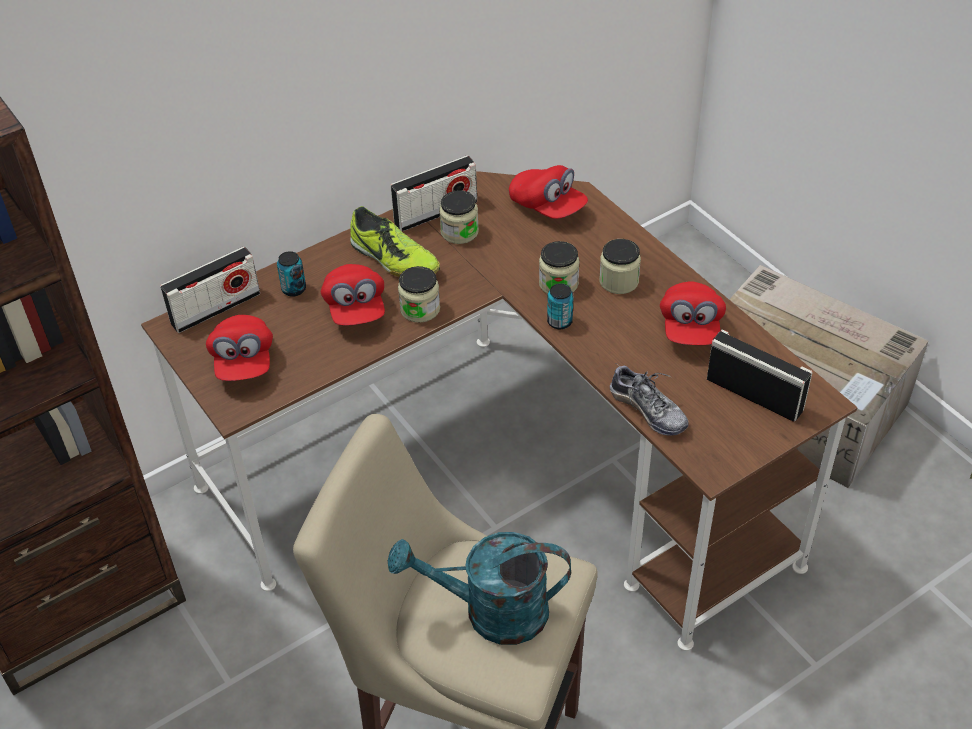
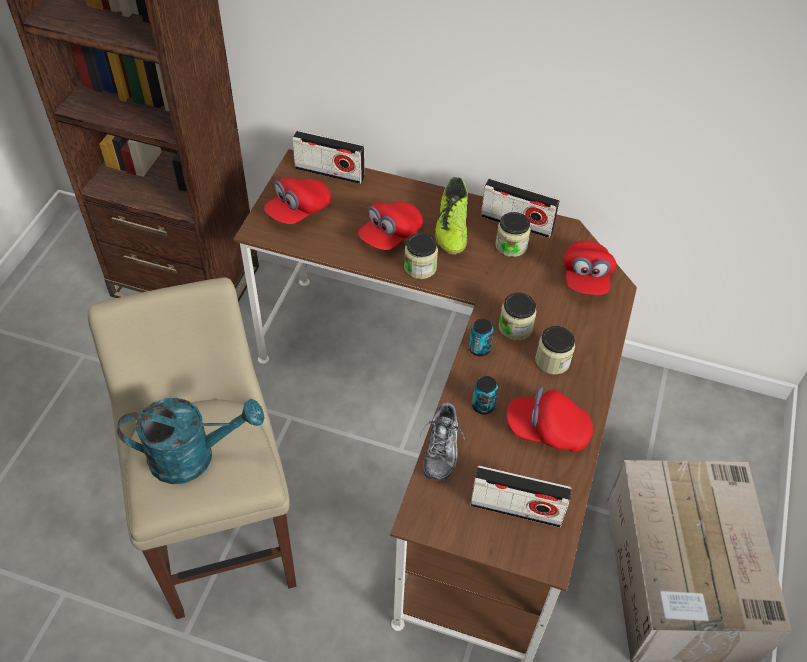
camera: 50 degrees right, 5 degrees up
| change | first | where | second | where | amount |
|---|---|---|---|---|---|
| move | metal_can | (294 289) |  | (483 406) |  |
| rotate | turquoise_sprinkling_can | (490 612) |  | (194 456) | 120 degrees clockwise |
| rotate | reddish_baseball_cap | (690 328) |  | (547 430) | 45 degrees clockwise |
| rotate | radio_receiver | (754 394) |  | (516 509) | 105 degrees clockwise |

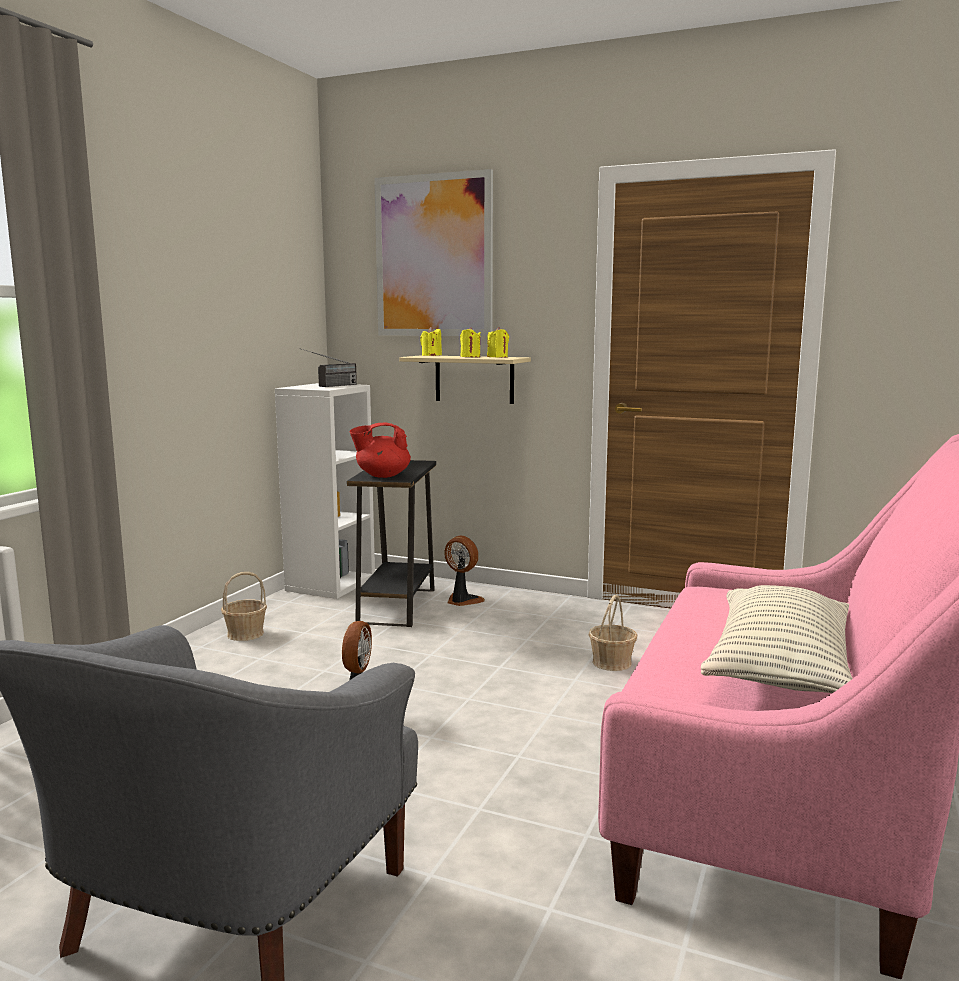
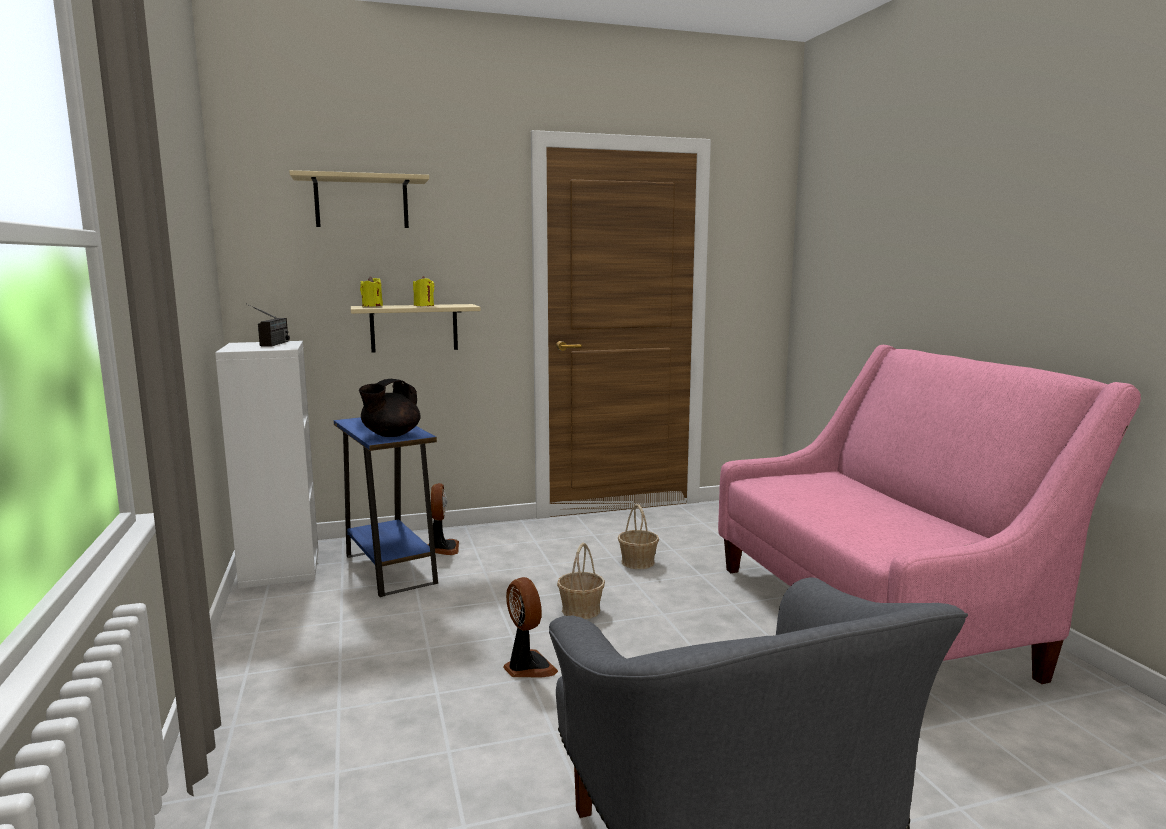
camera: 40 degrees left, 0 degrees up
| change | first | where | second | where | amount |
|---|---|---|---|---|---|
| delete | yellow_wax_light | (497 357) |  |  |  |
| delete | cushion | (779 668) |  |  |  |
| move | storage_basket | (245 634) |  | (580 610) |  |
| replace | wall_art | (434 256) | beige_shelf | (361 202) |  |
| recolor | black_end_table | (397 606) | blue-coloured_end_table | (390 569) |  |
| recolor | reddish_pot_for_tea | (382 475) | black_pot_for_tea | (390 435) |  |
| rotate | cooling_fan | (462 601) |  | (442 548) | 90 degrees clockwise |

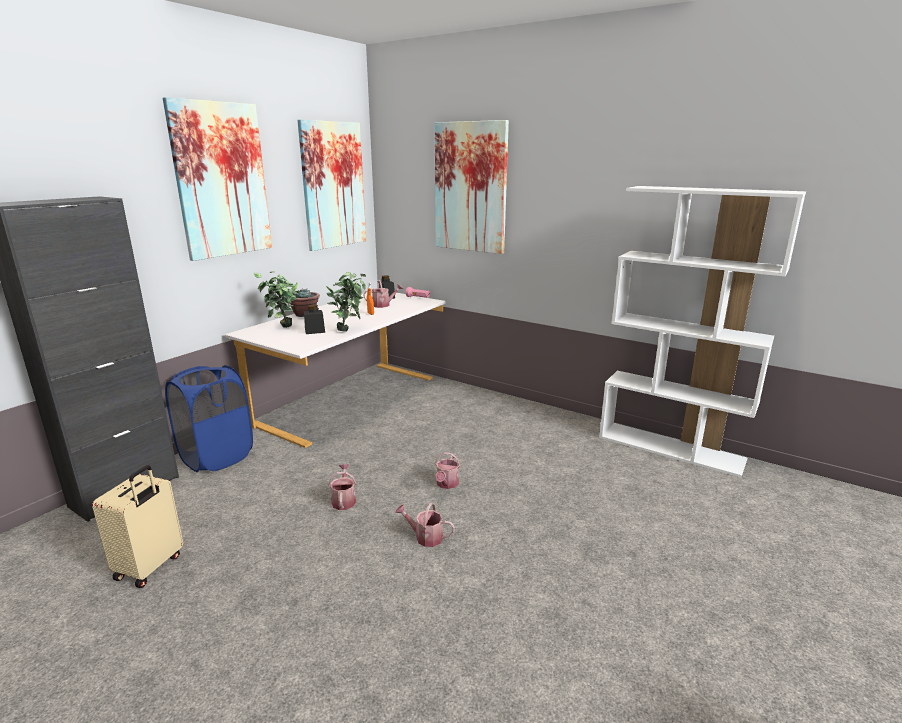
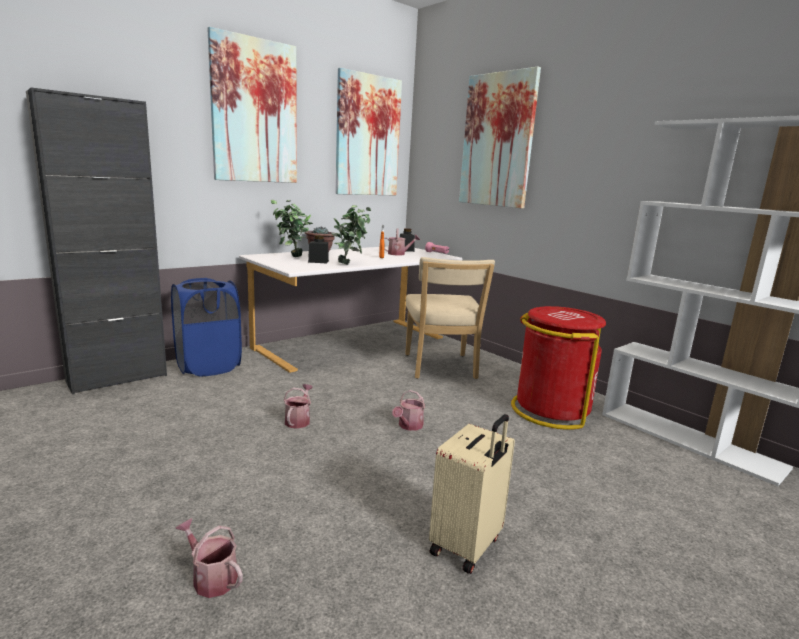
camera: 15 degrees right, 5 degrees down
| change | first | where | second | where | amount |
|---|---|---|---|---|---|
| insert |  |  | beige_upright_chair | (440 368) |  |
| insert |  |  | reddish_rubbish_bin | (550 410) |  |
| move | beige_piece_of_luggage | (150 567) |  | (467 546) |  |
| move | sprinkling_can | (425 537) |  | (211 577) |  |

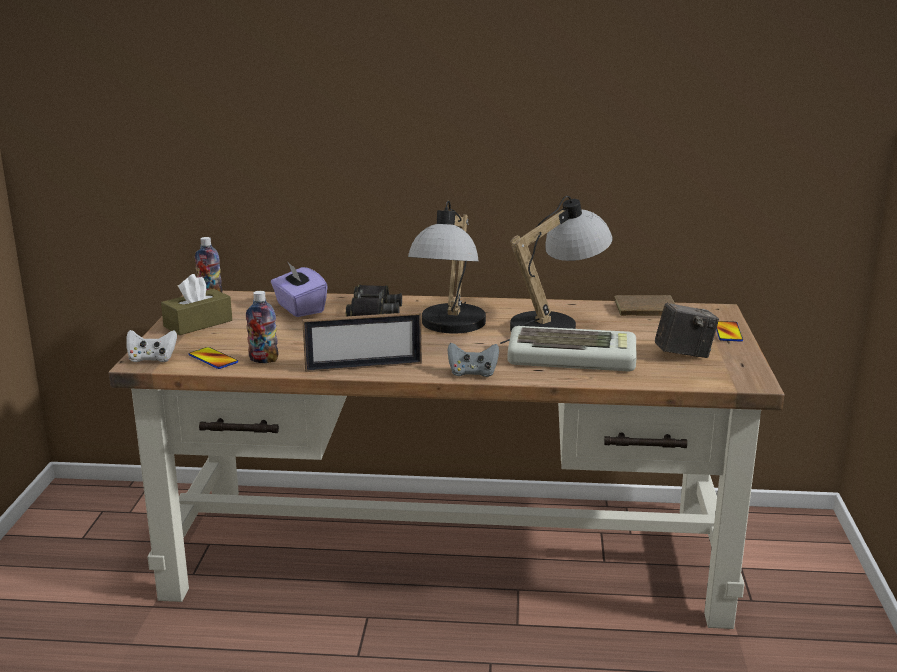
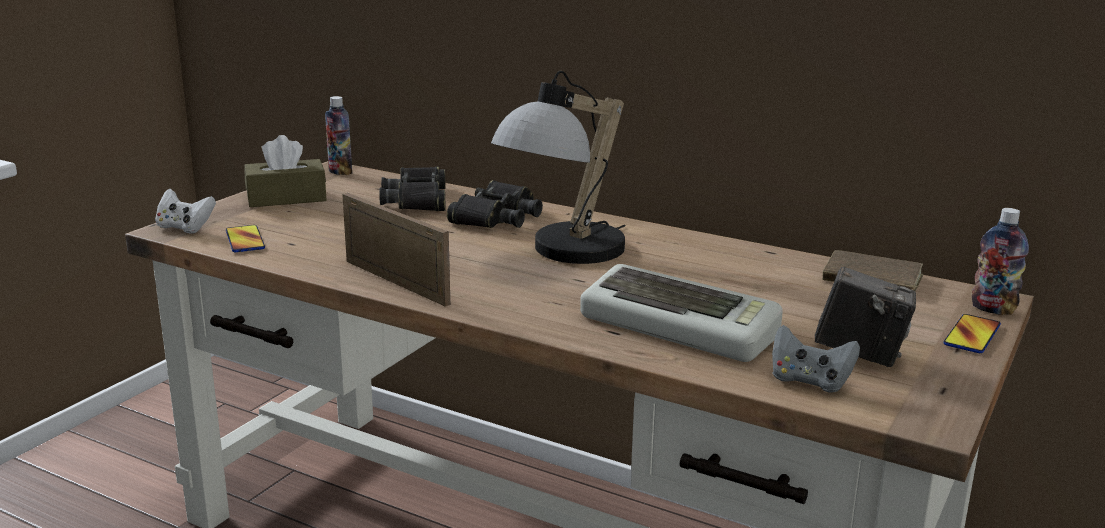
camera: 25 degrees right, 0 degrees up
| change | first | where | second | where | amount |
|---|---|---|---|---|---|
| delete | lamp_for_a_table | (555 325) |  |  |  |
| move | bottle | (263 360) |  | (993 309) |  |
| move | gray_game_controller | (472 373) |  | (809 381) |  |
| replace | purple_box_of_tissues | (299 308) | black_binoculars | (417 200) |  |
| rotate | photo_frame | (363 366) |  | (396 282) | 150 degrees counterclockwise |

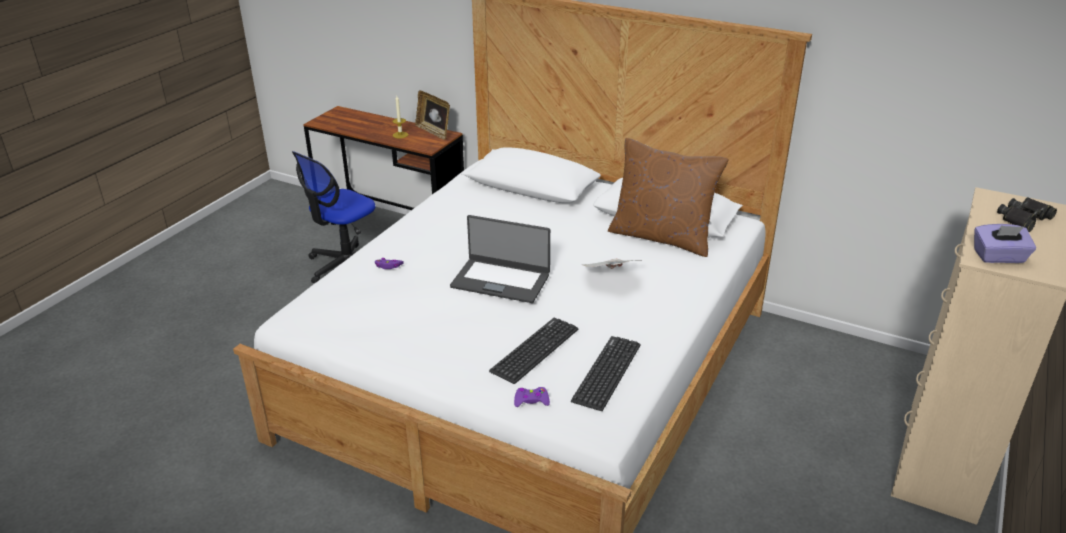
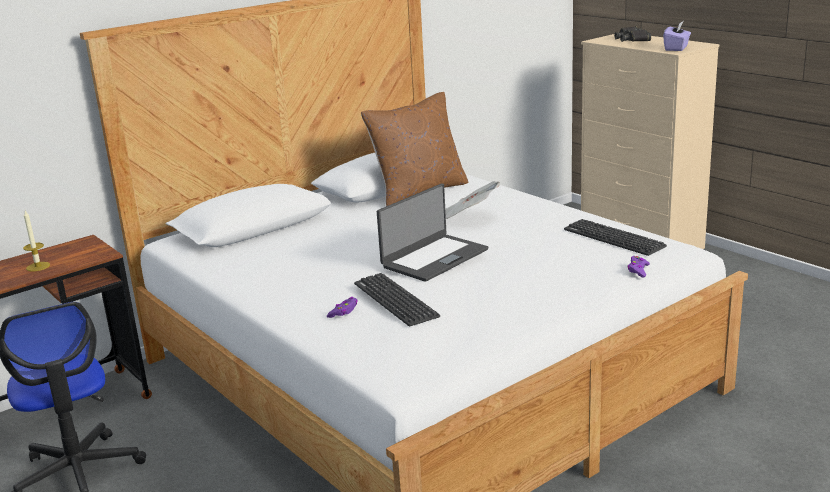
camera: 65 degrees left, 10 degrees down
| change | first | where | second | where | amount |
|---|---|---|---|---|---|
| delete | photo_frame | (434 132) |  |  |  |
| move | computer_keyboard | (535 350) |  | (395 300) |  |

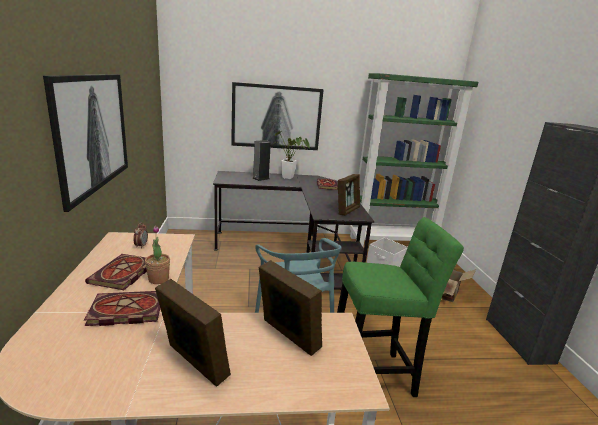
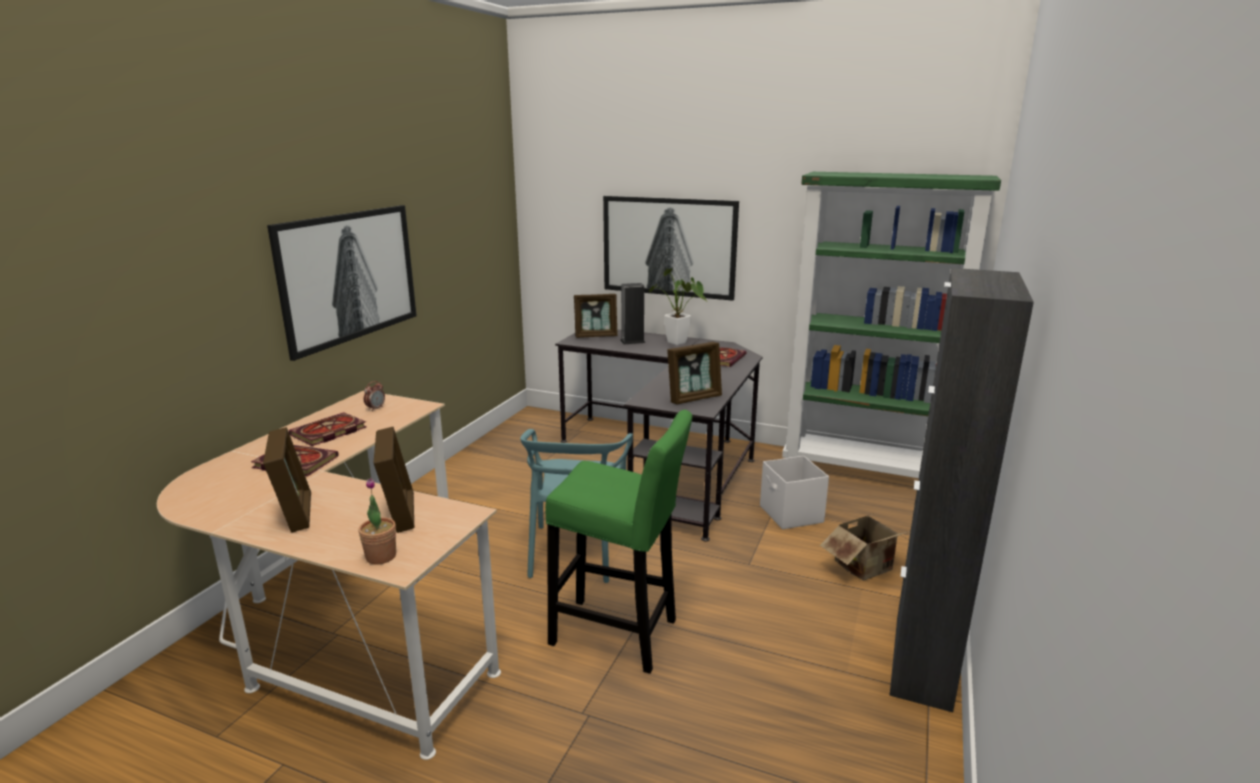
camera: 30 degrees right, 0 degrees up
| change | first | where | second | where | amount |
|---|---|---|---|---|---|
| insert |  |  | photo_frame | (596 336) |  |
| move | potted_plant | (158 279) |  | (381 556) |  |

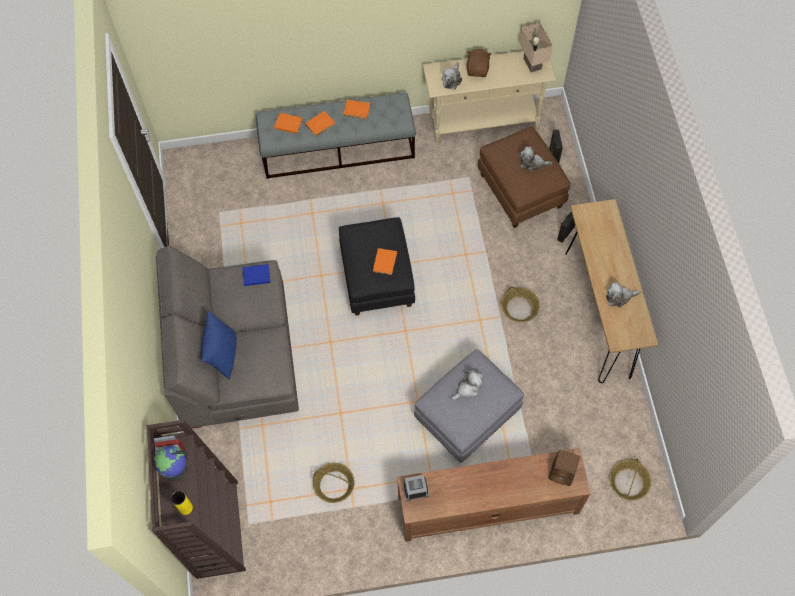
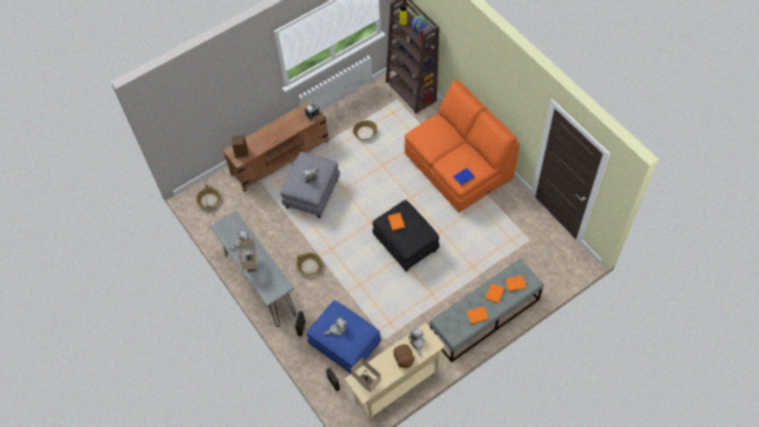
camera: 155 degrees right, 5 degrees down
| change | first | where | second | where | amount |
|---|---|---|---|---|---|
| delete | blue-coloured_cushion | (223 355) |  |  |  |
| insert |  |  | beige_lamp_for_a_table | (252 265) |  |
| recolor | gray_settee | (237 356) | orange-coloured_settee | (458 167) |  |
| recolor | brown_footrest | (521 190) | blue-coloured_footrest | (344 346) |  |
| recolor | brown_hall_table | (597 313) | gray_hall_table | (260 285) |  |

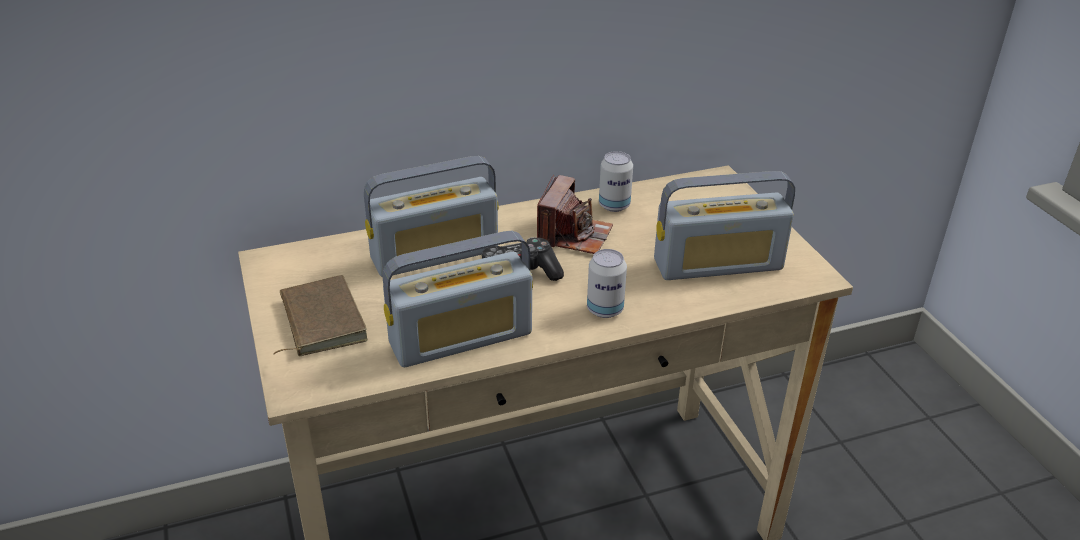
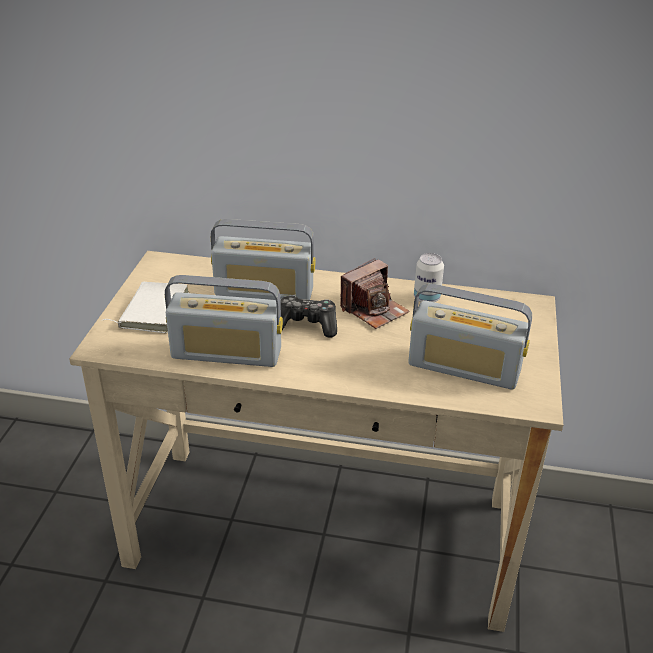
camera: 30 degrees right, 0 degrees up
| change | first | where | second | where | amount |
|---|---|---|---|---|---|
| delete | metal_can | (605 310) |  |  |  |
| recolor | brown_bound_book | (319 321) | white-coloured_bound_book | (152 310) |  |

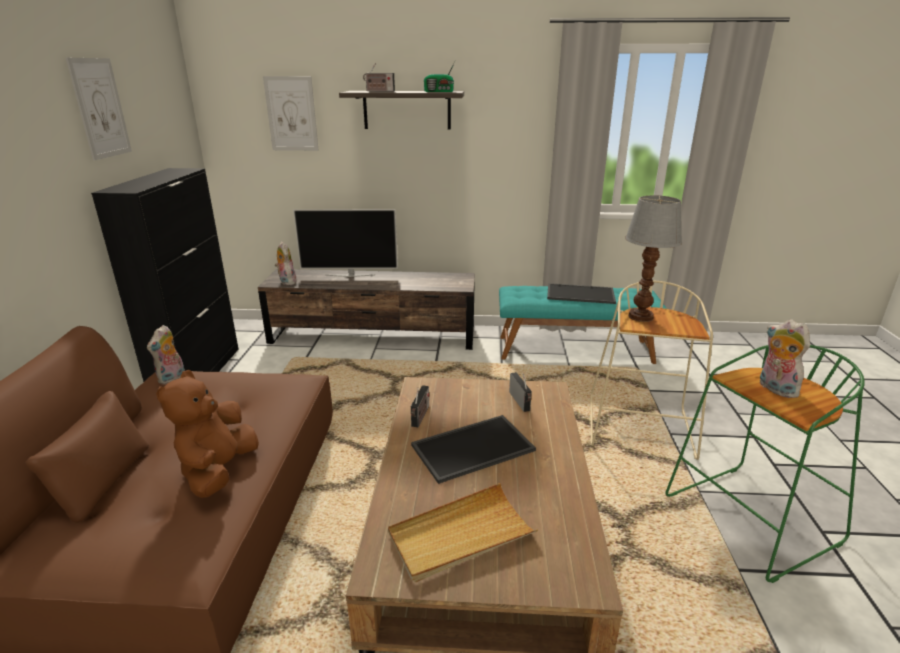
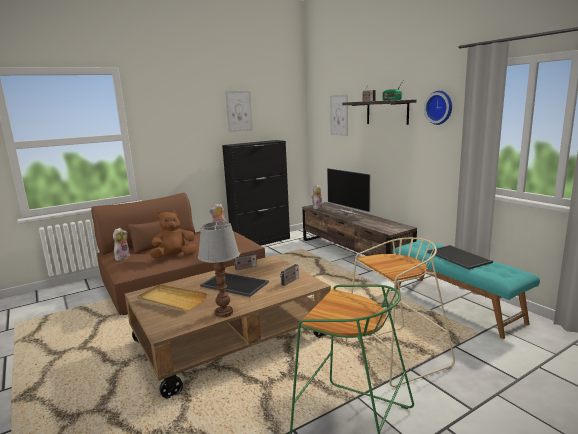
camera: 55 degrees right, 10 degrees down
| change | first | where | second | where | amount |
|---|---|---|---|---|---|
| insert |  |  | hanging_clock | (440 107) |  |
| move | lamp_for_a_table | (640 316) |  | (224 312) |  |
| move | cuddly_toy | (774 389) |  | (122 257) |  |

